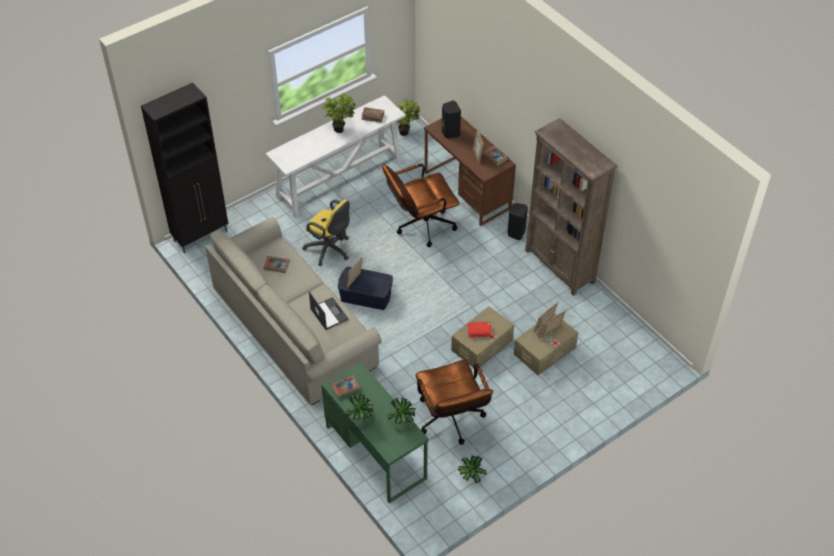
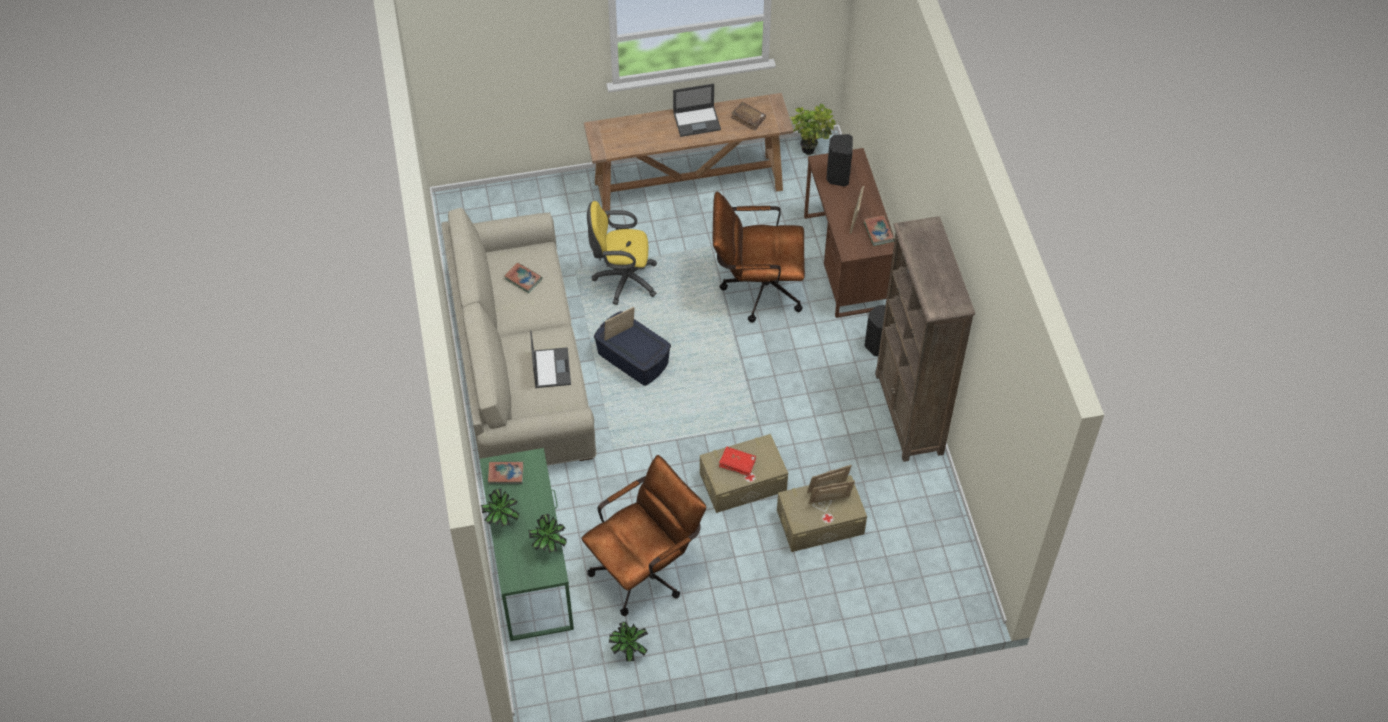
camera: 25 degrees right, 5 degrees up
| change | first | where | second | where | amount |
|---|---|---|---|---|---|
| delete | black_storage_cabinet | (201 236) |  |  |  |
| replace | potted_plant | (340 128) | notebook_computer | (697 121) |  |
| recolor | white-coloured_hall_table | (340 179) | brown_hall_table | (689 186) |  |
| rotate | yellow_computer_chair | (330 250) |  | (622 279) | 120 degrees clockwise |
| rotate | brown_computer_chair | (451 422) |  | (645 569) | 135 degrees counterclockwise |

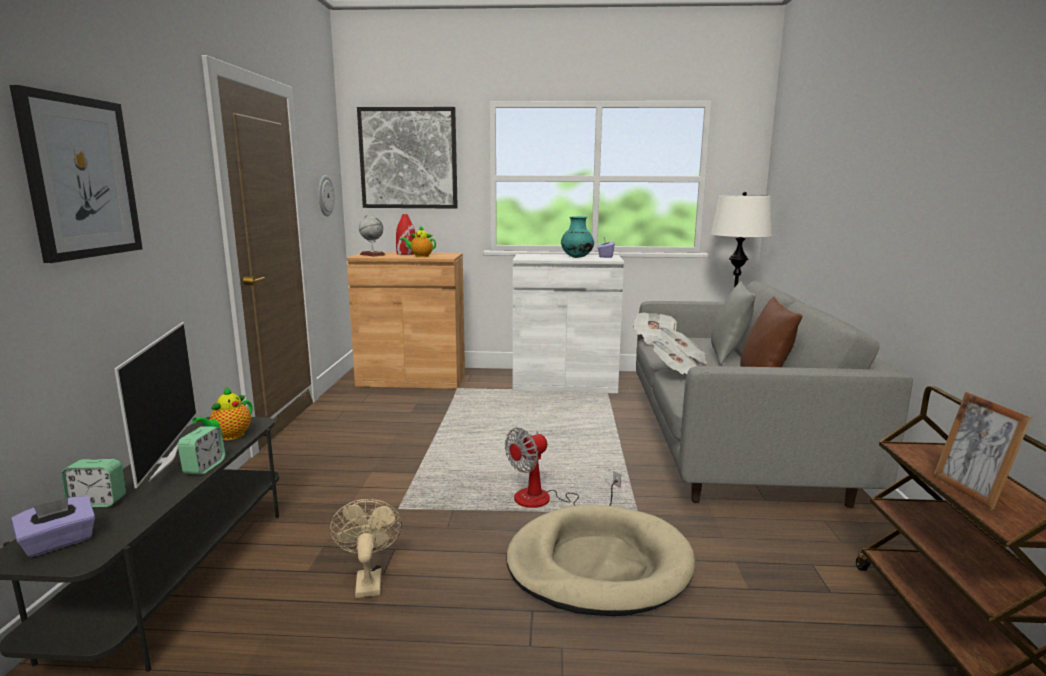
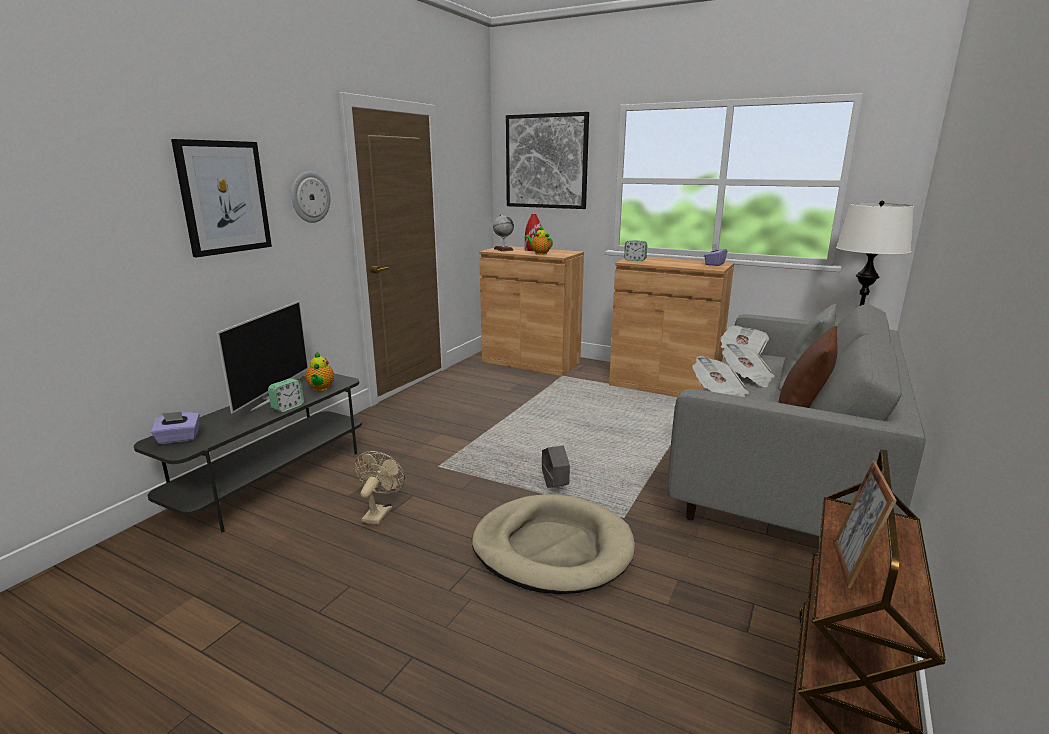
camera: 25 degrees right, 5 degrees up
| change | first | where | second | where | amount |
|---|---|---|---|---|---|
| delete | turquoise_flower_vase | (576 257) |  |  |  |
| move | alarm_clock | (98 502) |  | (635 260) |  |
| move | hanging_clock | (325 195) |  | (310 197) |  |
| replace | cooling_fan | (545 501) | gray_planter | (554 486) |  |
| recolor | white-coloured_storage_cabinet | (564 383) | brown_storage_cabinet | (664 386) |  |
| rotate | pot_for_tea | (229 436) |  | (321 388) | 60 degrees counterclockwise |

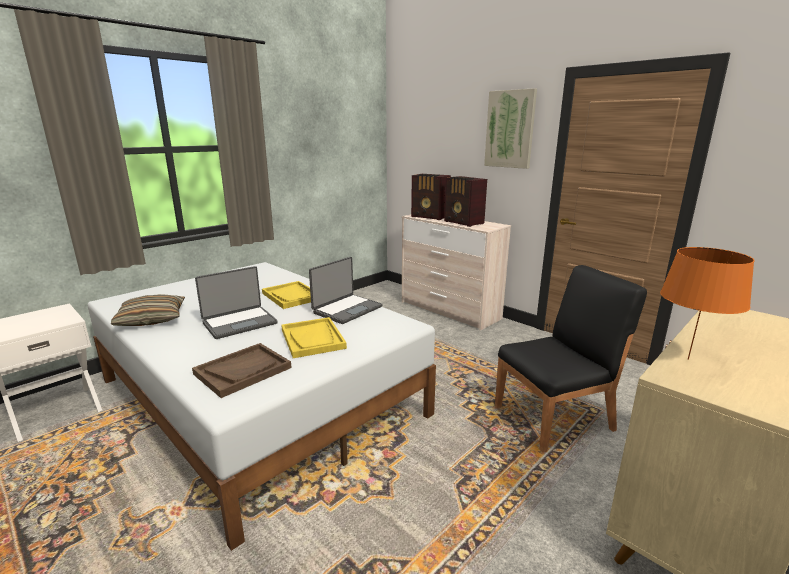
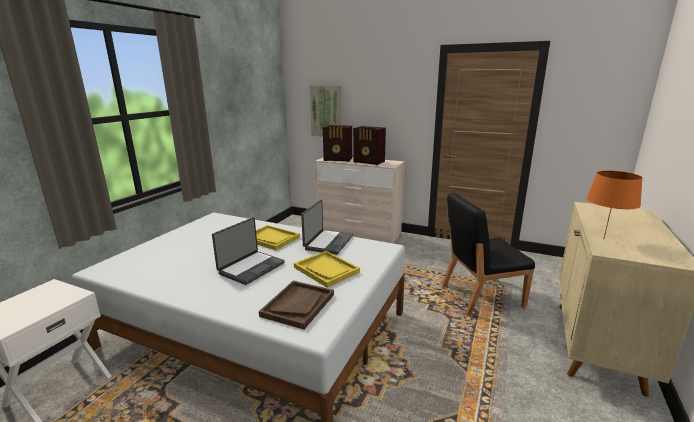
camera: 20 degrees left, 0 degrees up
| change | first | where | second | where | amount |
|---|---|---|---|---|---|
| delete | cushion | (152 319) |  |  |  |
| move | wall_art | (510 129) |  | (326 111) |  |
| rotate | black_upright_chair | (555 418) |  | (480 296) | 150 degrees counterclockwise |

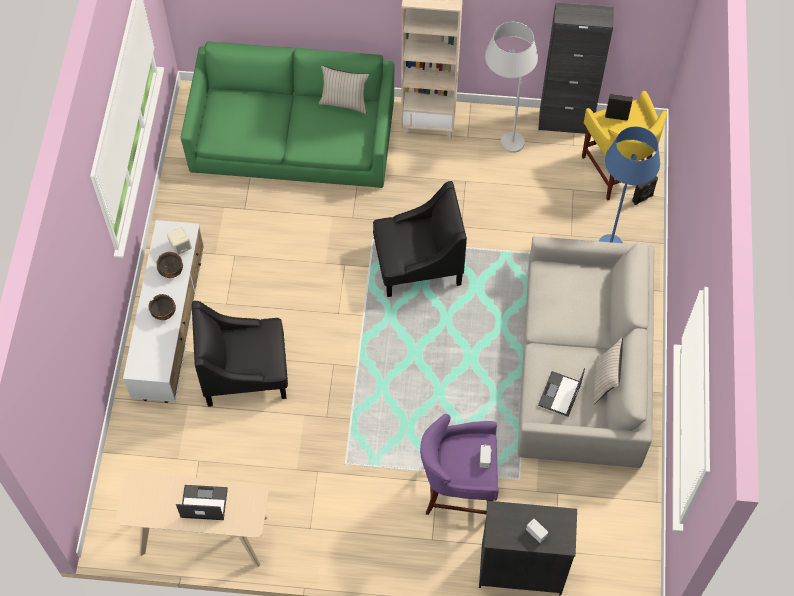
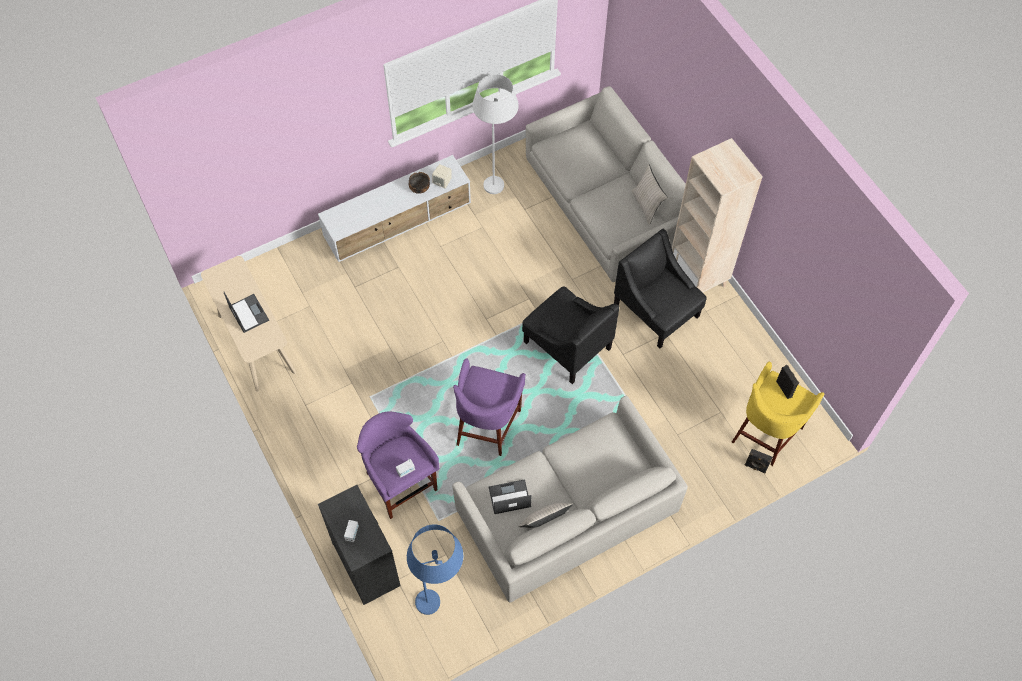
camera: 55 degrees right, 0 degrees up
| change | first | where | second | where | amount |
|---|---|---|---|---|---|
| delete | bowl | (164 313) |  |  |  |
| delete | black_storage_cabinet | (565 122) |  |  |  |
| insert |  |  | purple_stool_seat | (487 425) |  |
| move | black_lounge_chair | (245 372) |  | (656 310) |  |
| move | white-coloured_standard_lamp | (502 135) |  | (496 176) |  |
| move | blue-coloured_standard_lamp | (613 235) |  | (441 598) |  |
| recolor | green_settee | (294 136) | gray_settee | (609 201) |  |

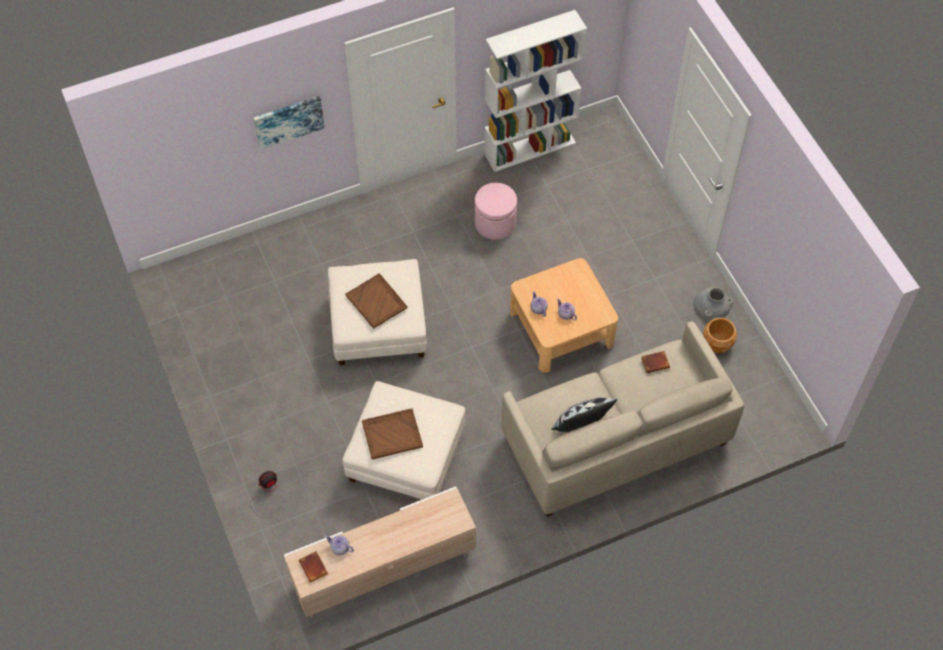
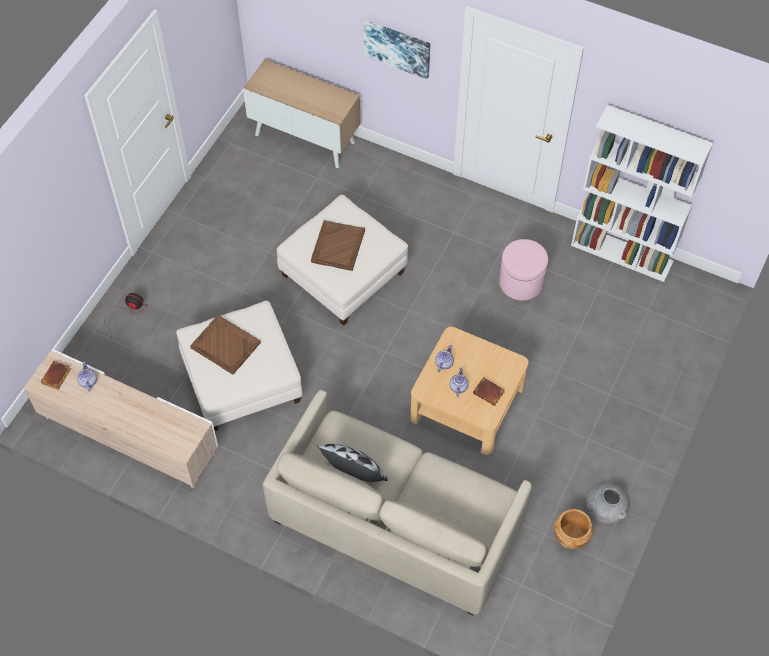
camera: 50 degrees right, 0 degrees up
| change | first | where | second | where | amount |
|---|---|---|---|---|---|
| insert |  |  | storage_cabinet | (305 138) |  |
| move | brown_bound_book | (655 362) |  | (489 392) |  |

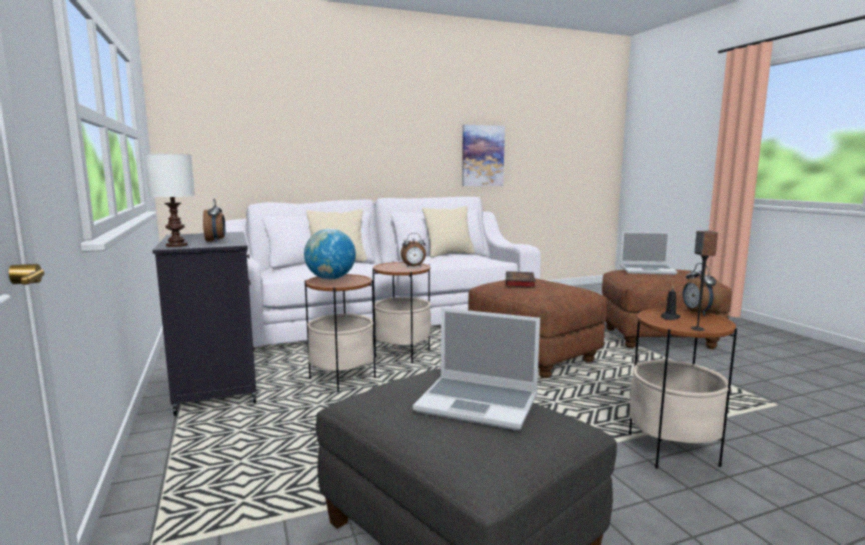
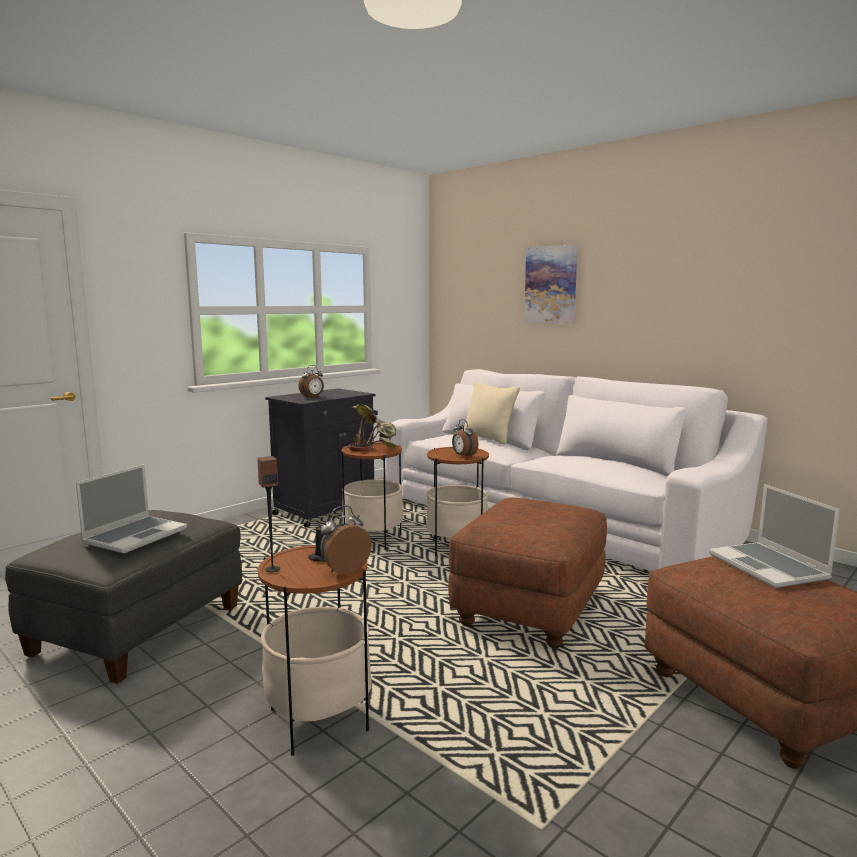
camera: 65 degrees right, 0 degrees up
| change | first | where | second | where | amount |
|---|---|---|---|---|---|
| delete | white-coloured_lamp_for_a_table | (176 245) |  |  |  |
| delete | beige_cushion | (449 254) |  |  |  |
| delete | bound_book | (520 283) |  |  |  |
| move | wall_art | (482 156) |  | (551 285) |  |
| replace | world_globe | (330 278) | potted_plant | (373 446) |  |
| rotate | notebook_computer | (479 404) |  | (136 535) | 150 degrees counterclockwise |

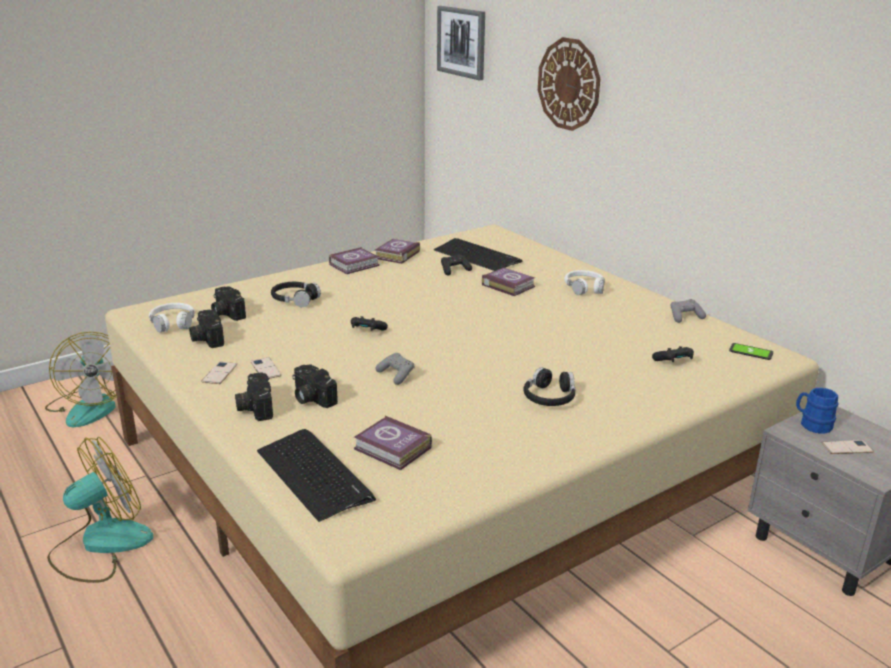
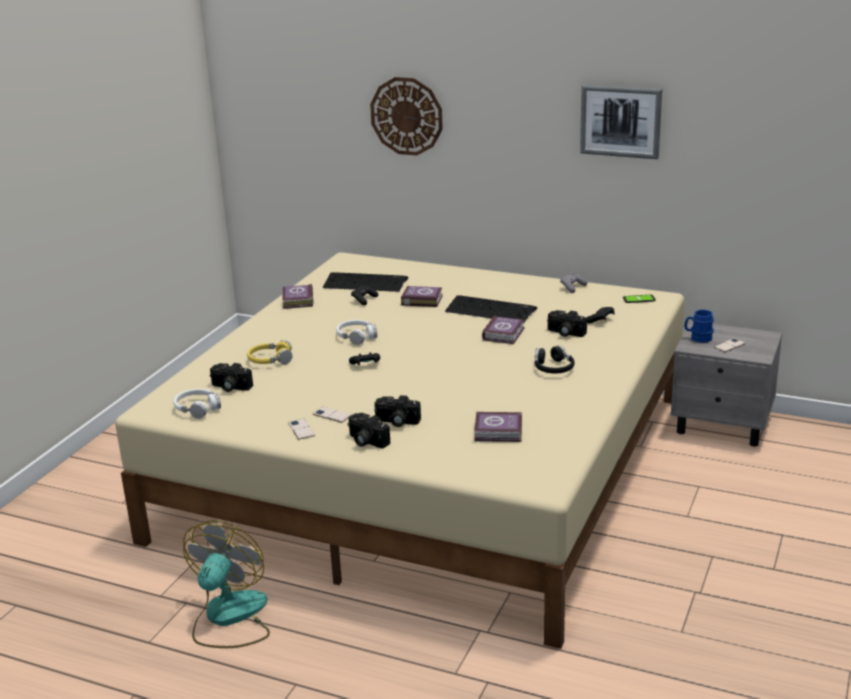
camera: 30 degrees left, 0 degrees up
| change | first | where | second | where | amount |
|---|---|---|---|---|---|
| delete | cooling_fan | (90 407) |  |  |  |
| delete | gray_game_controller | (396 375) |  |  |  |
| move | photo_camera | (206 338) |  | (564 333) |  |
| move | computer_keyboard | (314 475) |  | (490 310) |  |
| move | bound_book | (355 265) |  | (504 333) |  |
| move | wall_art | (462 42) |  | (620 121) |  |
| move | white-coloured_pair_of_headphones | (584 288) |  | (356 337) |  |
| recolor | black_pair_of_headphones | (295 299) | yellow_pair_of_headphones | (270 360) |  |

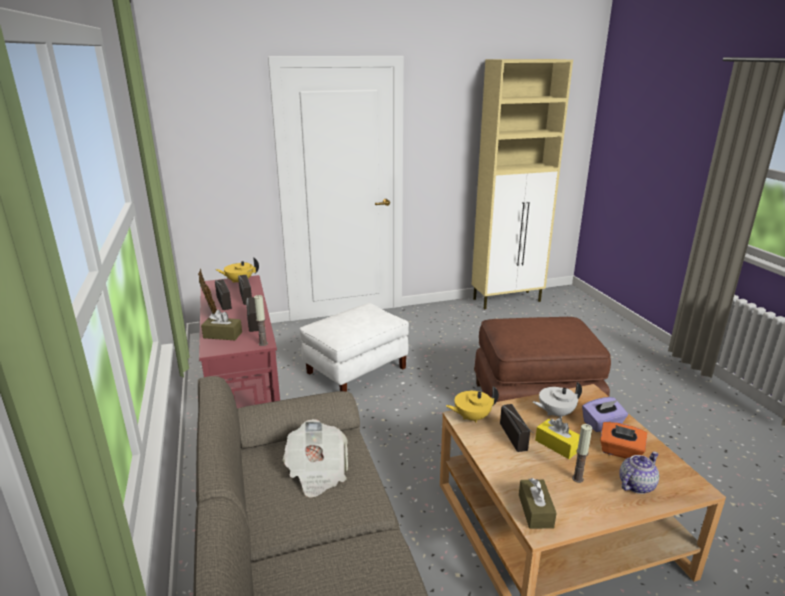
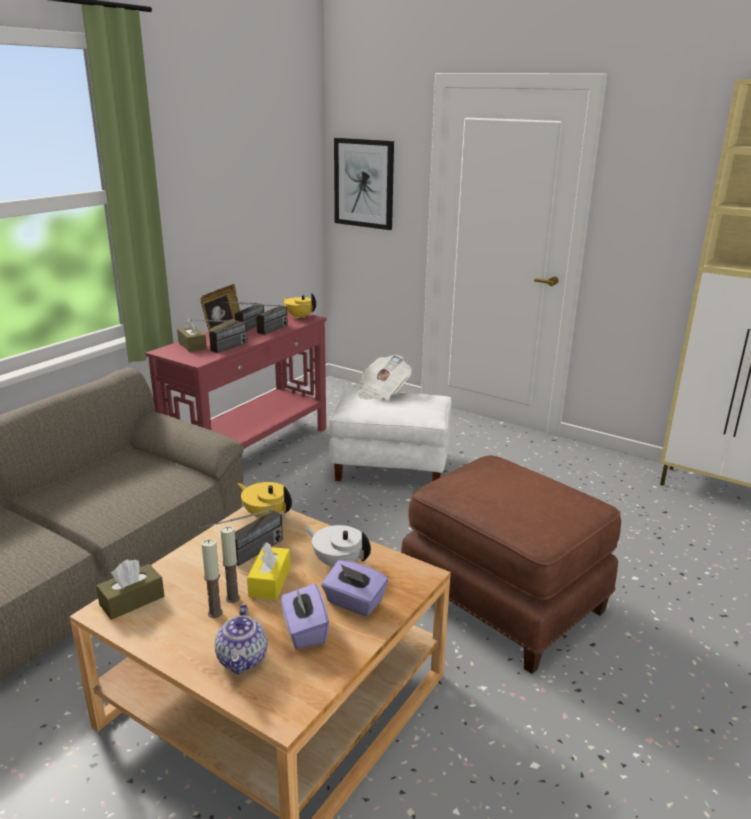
camera: 50 degrees right, 0 degrees up
| change | first | where | second | where | amount |
|---|---|---|---|---|---|
| insert |  |  | wall_art | (364 183) |  |
| move | wax_light | (263 343) |  | (233 598) |  |
| move | newspaper | (317 472) |  | (382 392) |  |
| recolor | orange-coloured_box_of_tissues | (620 451) | purple_box_of_tissues | (304 631) |  |
| rotate | pot_for_tea | (636 484) |  | (243 659) | 75 degrees clockwise |

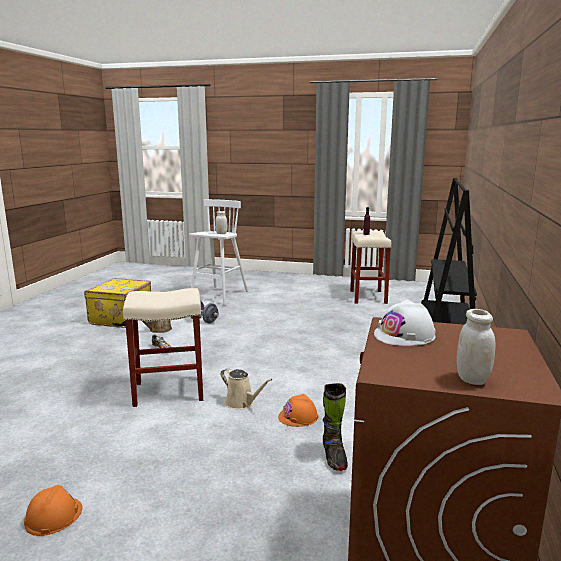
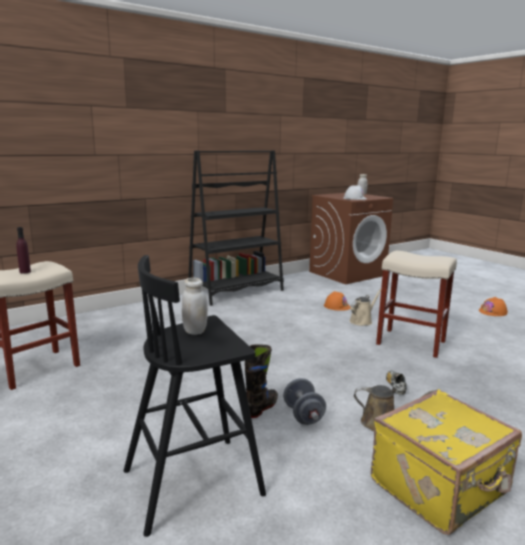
camera: 140 degrees left, 0 degrees up
| change | first | where | second | where | amount |
|---|---|---|---|---|---|
| move | black_tall_boot | (334 457) |  | (261 408) |  |
| recolor | white-coloured_stool_seat | (219 296) | black_stool_seat | (195 481) |  |
| rotate | beige_sprinkling_can | (241 403) |  | (362 321) | 60 degrees clockwise |

